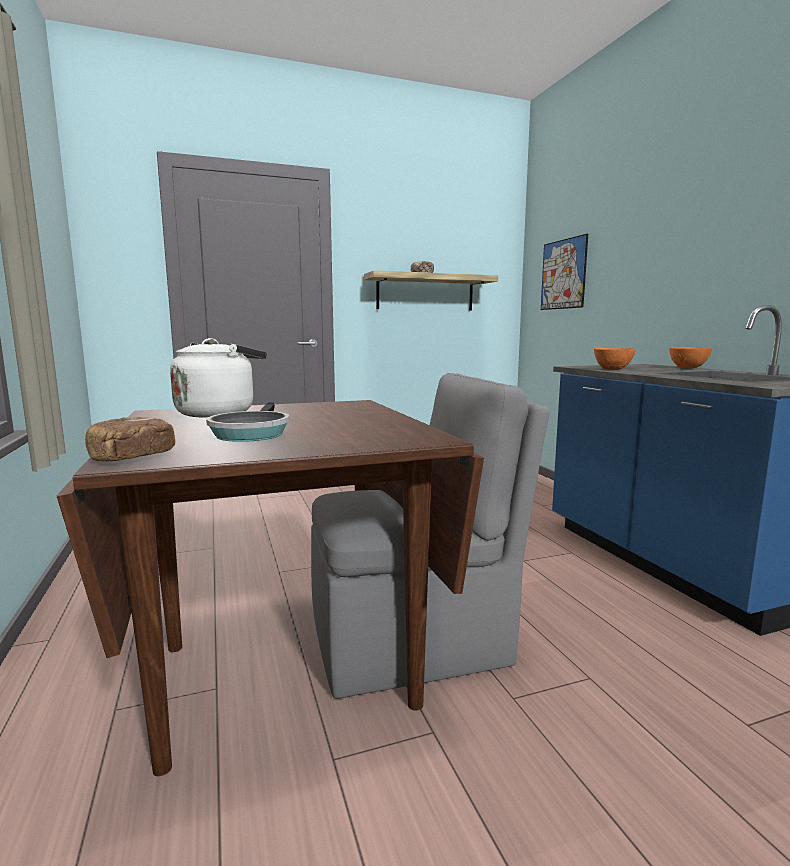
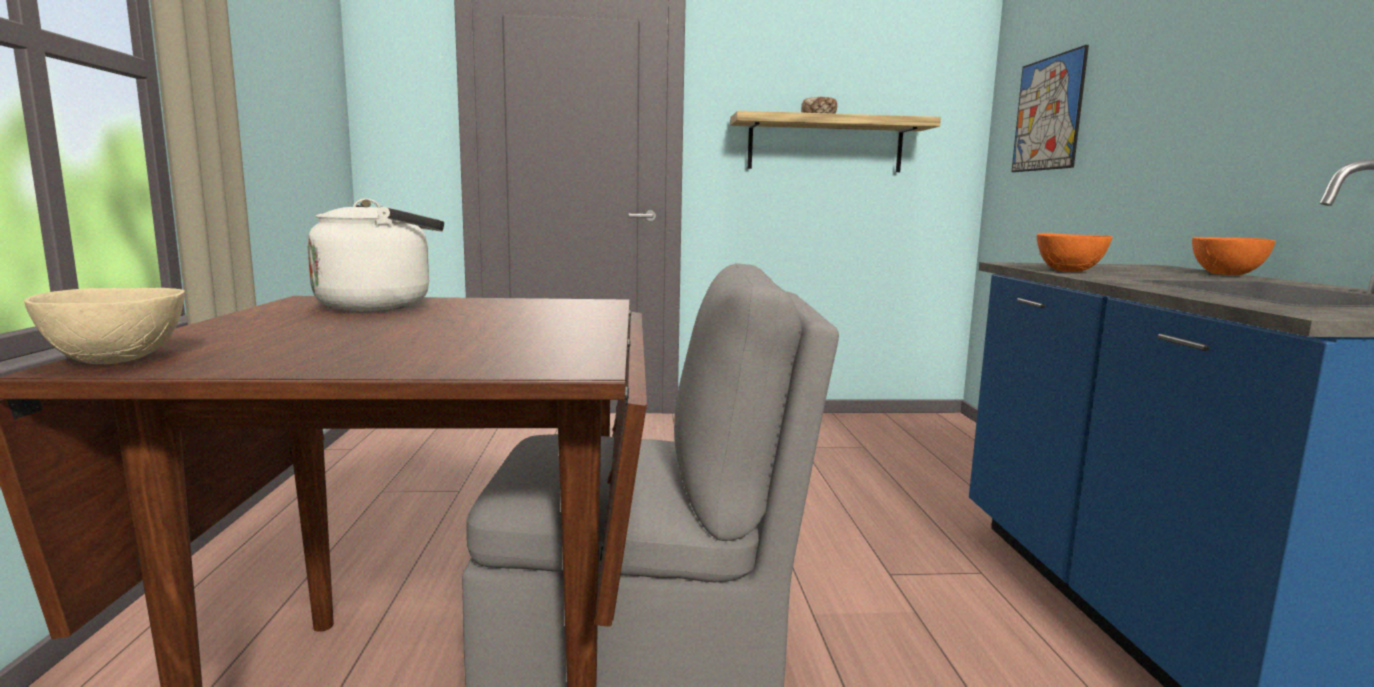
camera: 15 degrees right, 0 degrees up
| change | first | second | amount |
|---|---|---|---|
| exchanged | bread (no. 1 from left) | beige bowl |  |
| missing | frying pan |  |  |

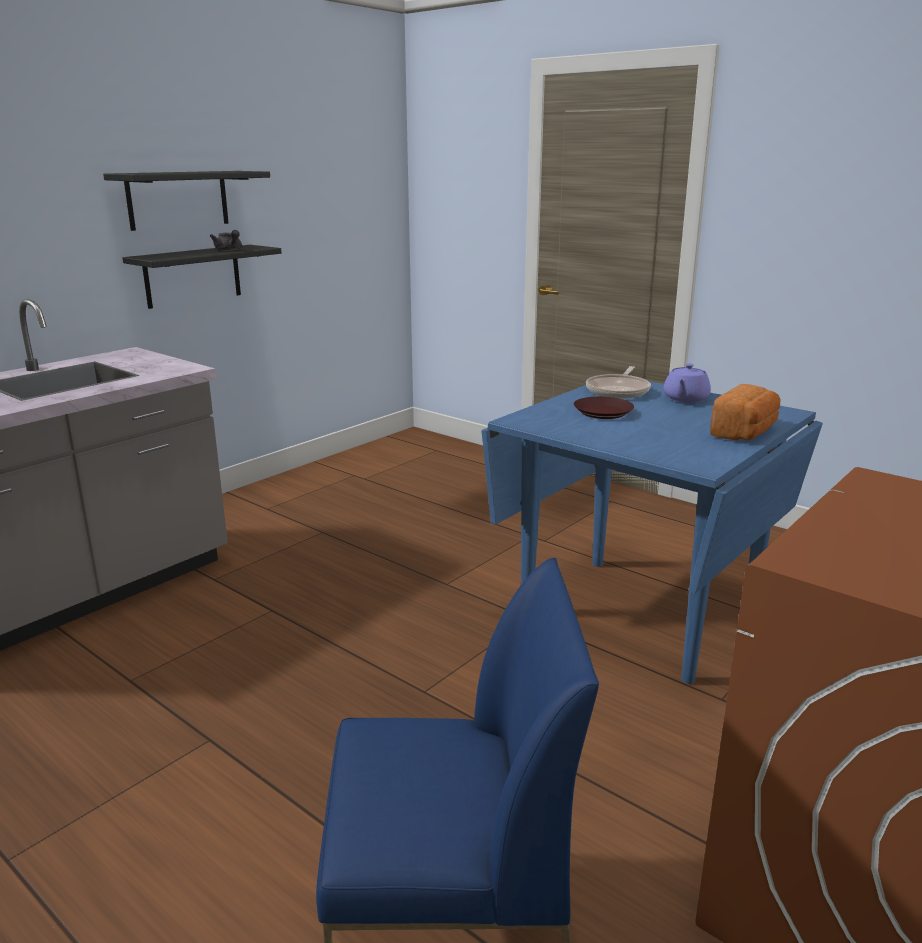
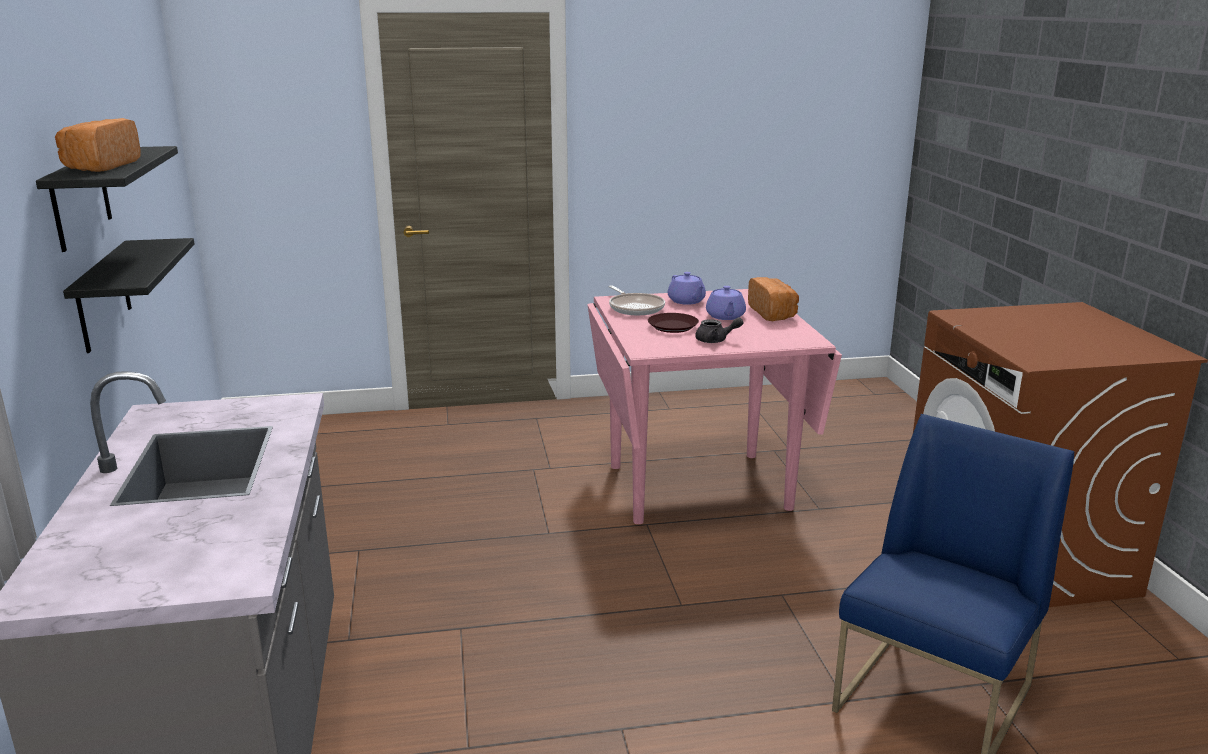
camera: 50 degrees left, 0 degrees up
| change | first | second | amount |
|---|---|---|---|
| appeared |  | bread (no. 1 from left) |  |
| colour | blue dining table | pink dining table |  |
| relocated | grey teapot |  |  |
| appeared |  | purple teapot (no. 2 from left) |  |

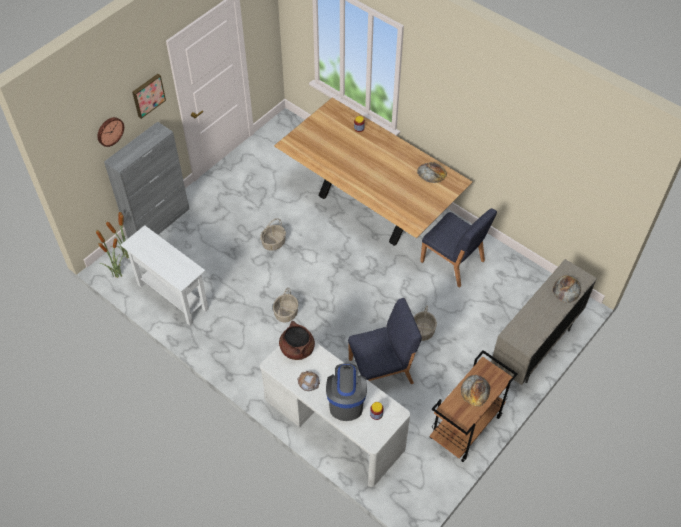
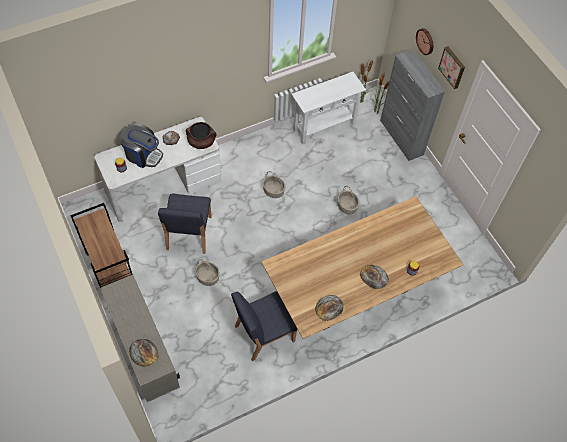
camera: 110 degrees right, 5 degrees up
| change | first | second | amount |
|---|---|---|---|
| relocated | bread (no. 3 from left in the first image) | bread (no. 4 from left) |  |

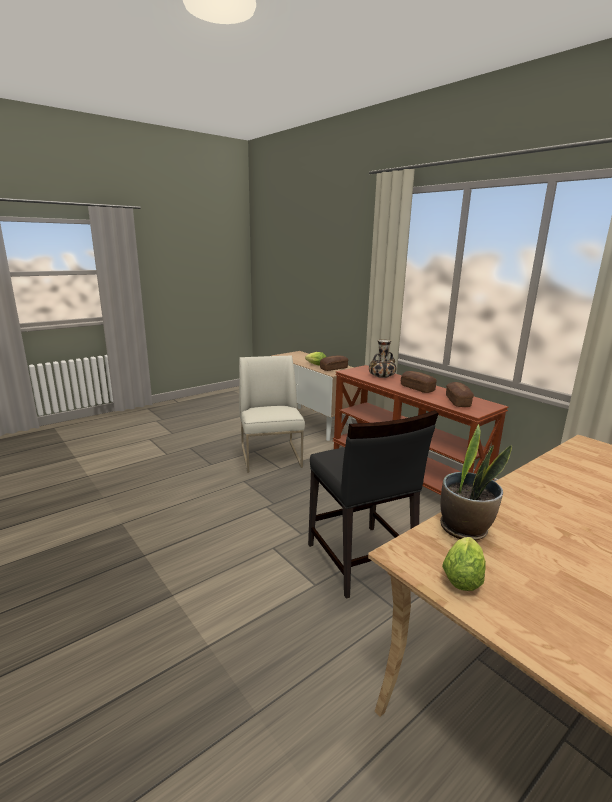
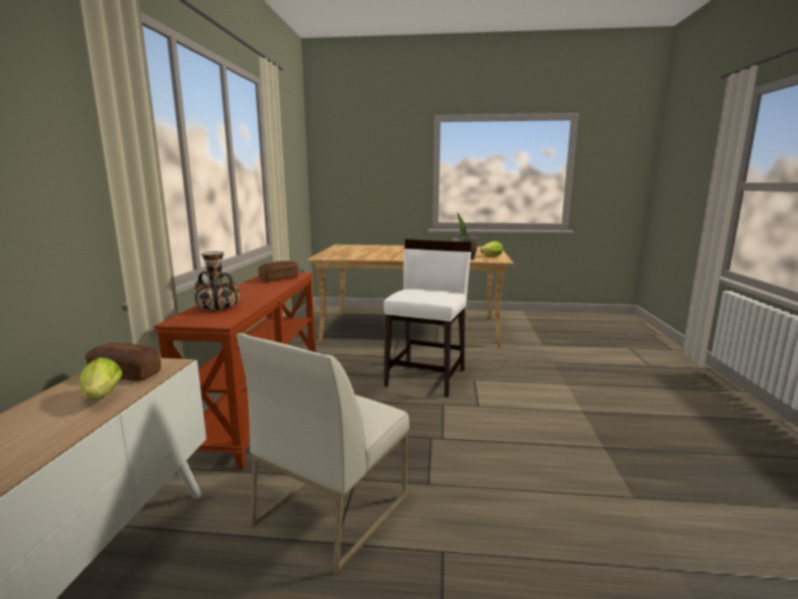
camera: 135 degrees left, 5 degrees down
| change | first | second | amount |
|---|---|---|---|
| colour | black chair | white chair (no. 2 from left) |  |
| missing | bread (no. 2 from left) |  |  |

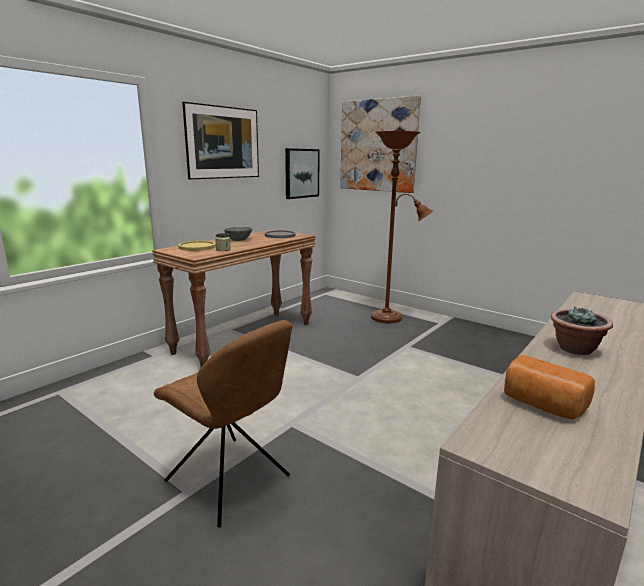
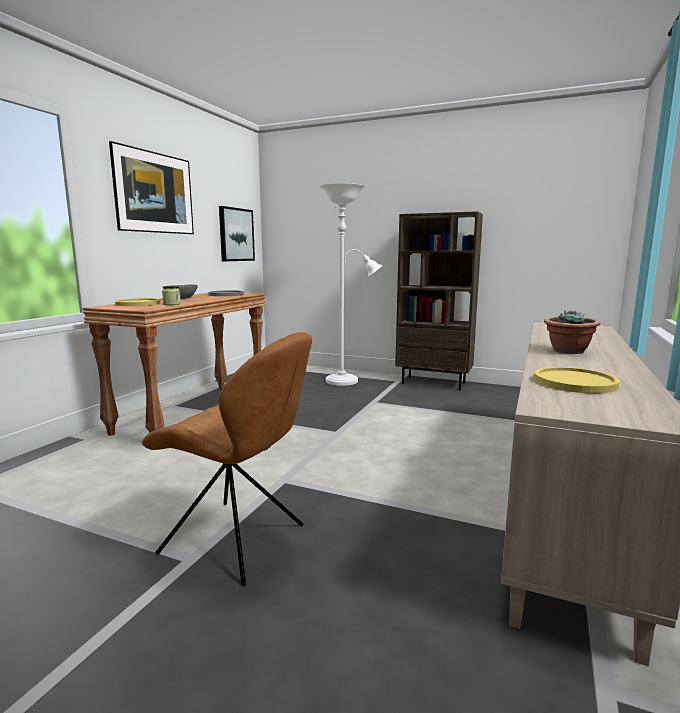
camera: 15 degrees left, 5 degrees down
| change | first | second | amount |
|---|---|---|---|
| colour | brown floor lamp | white floor lamp |  |
| appeared |  | brown bookcase |  |
| exchanged | bread | yellow plate (no. 2 from left) |  |
| missing | picture (no. 3 from left) |  |  |

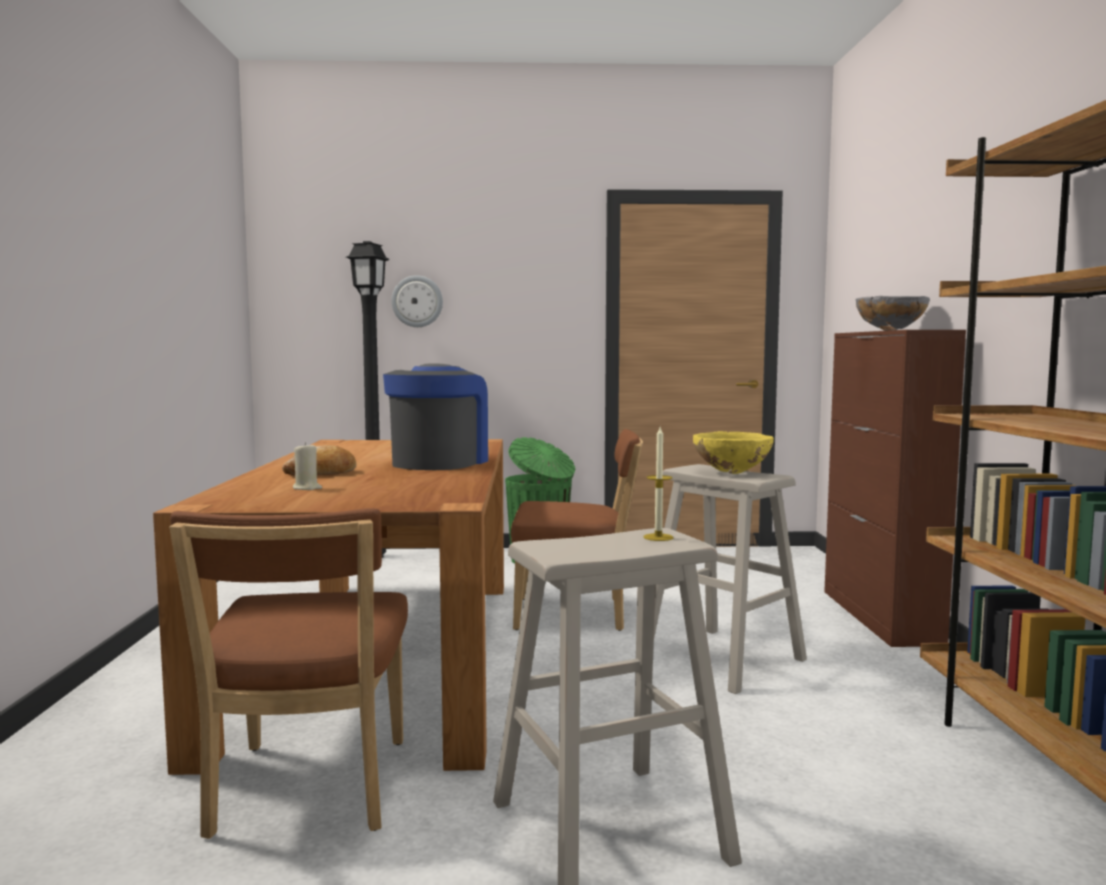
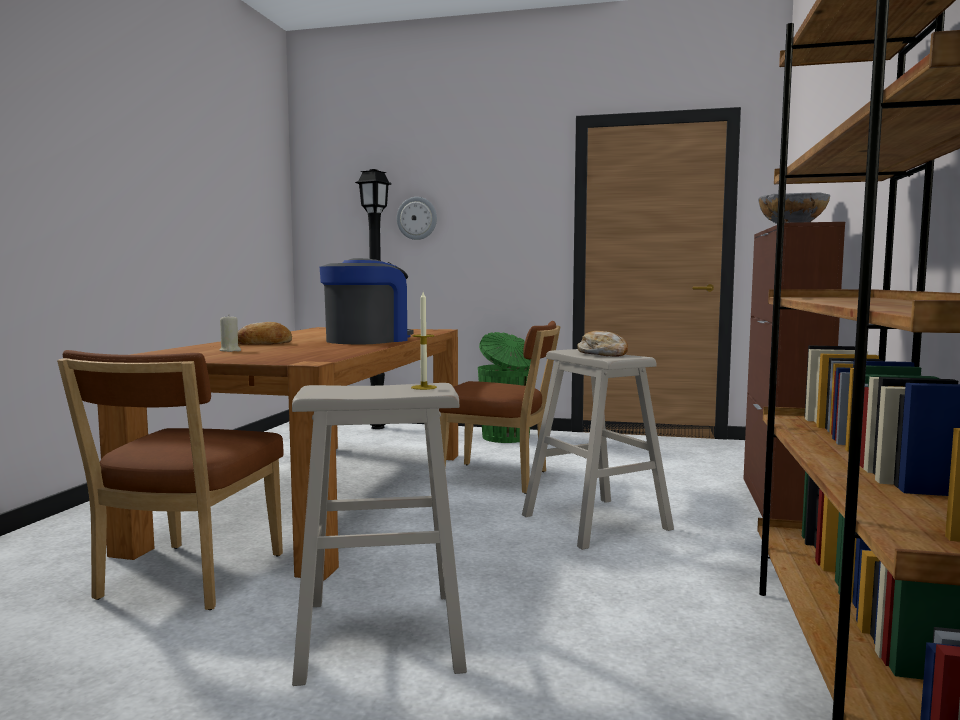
camera: 15 degrees right, 0 degrees up
| change | first | second | amount |
|---|---|---|---|
| exchanged | yellow bowl | bread (no. 2 from left) |  |

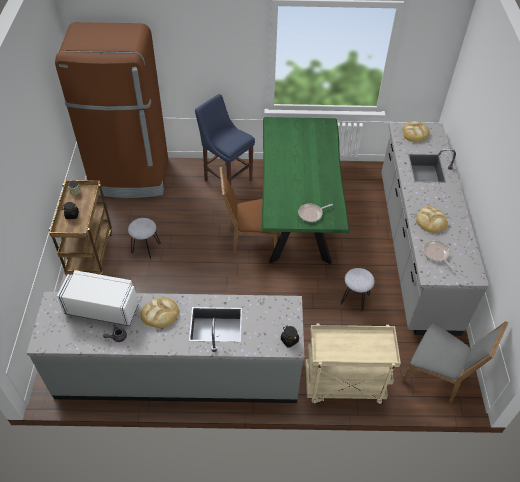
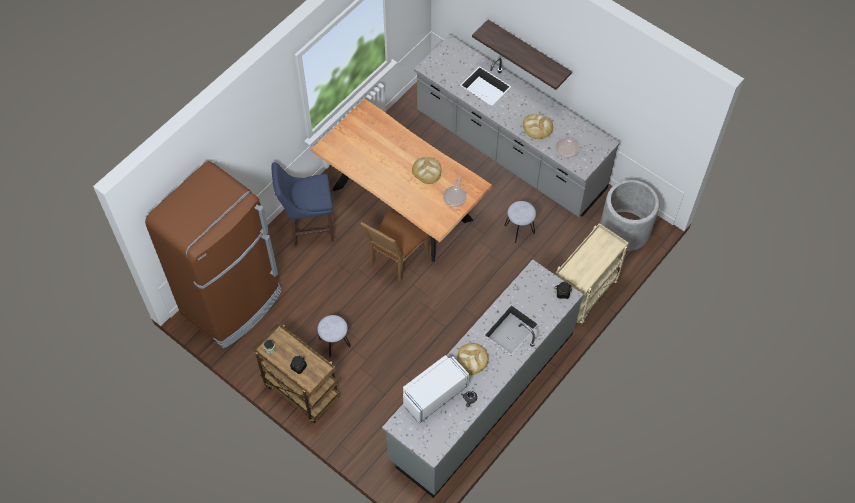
camera: 50 degrees left, 10 degrees up
| change | first | second | amount |
|---|---|---|---|
| colour | green dining table | brown dining table |  |
| relocated | bread (no. 2 from left in the first image) | bread (no. 1 from left) |  |
| appeared |  | shelf |  |
| exchanged | grey chair | grey planter |  |

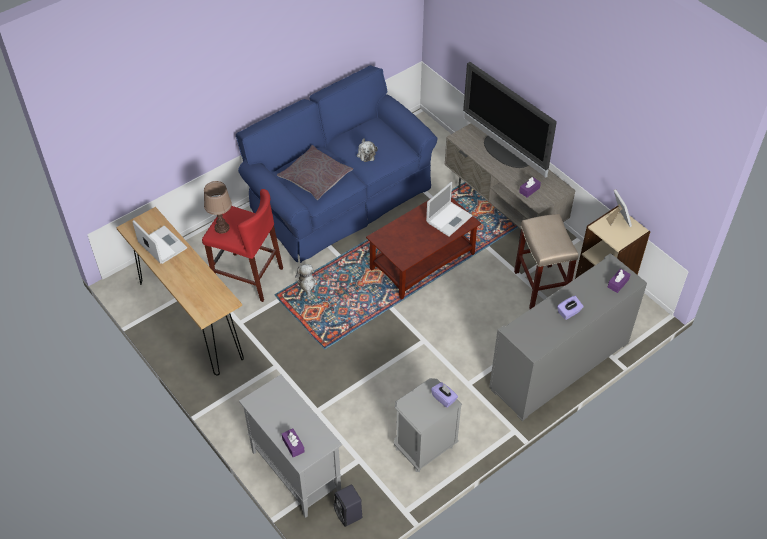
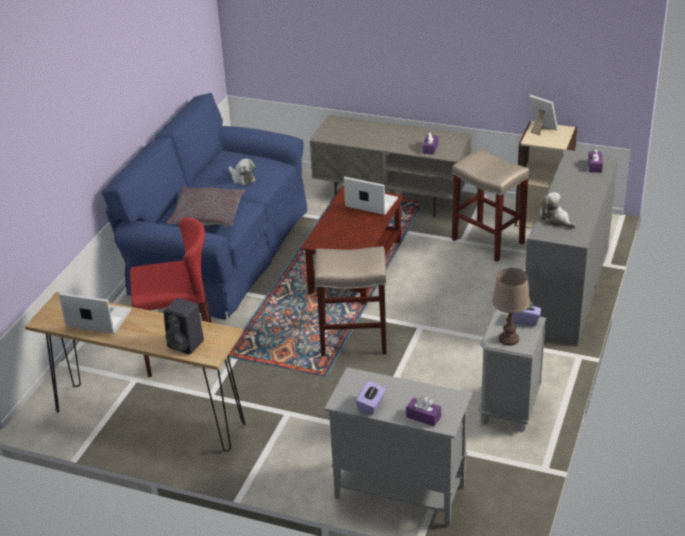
camera: 30 degrees left, 15 degrees down
| change | first | second | amount |
|---|---|---|---|
| relocated | black speaker |  |  |
| appeared |  | beige stool (no. 1 from left) |  |
| spun | laptop (no. 2 from left) |  | 75 degrees counterclockwise |
| relocated | purple tissue box (no. 4 from left in the first image) | purple tissue box (no. 1 from left) |  |
| relocated | brown table lamp |  |  |
| relocated | plush toy (no. 1 from left in the first image) | plush toy (no. 2 from left) |  |
| missing | television |  |  |

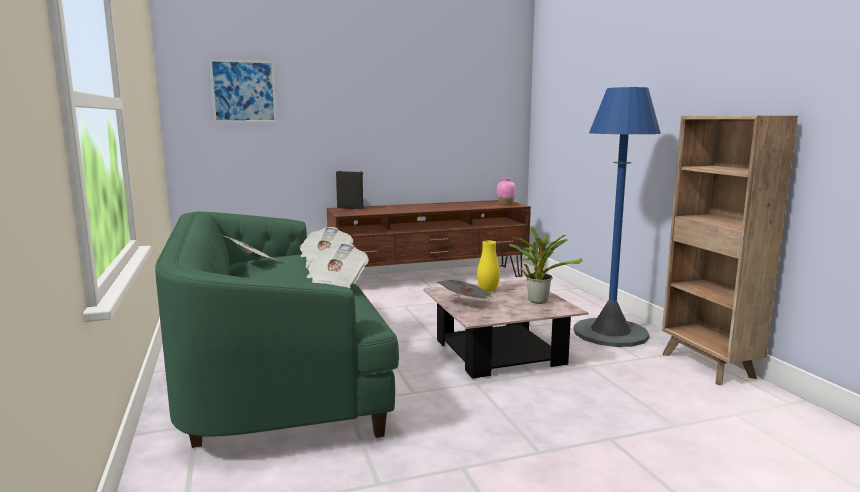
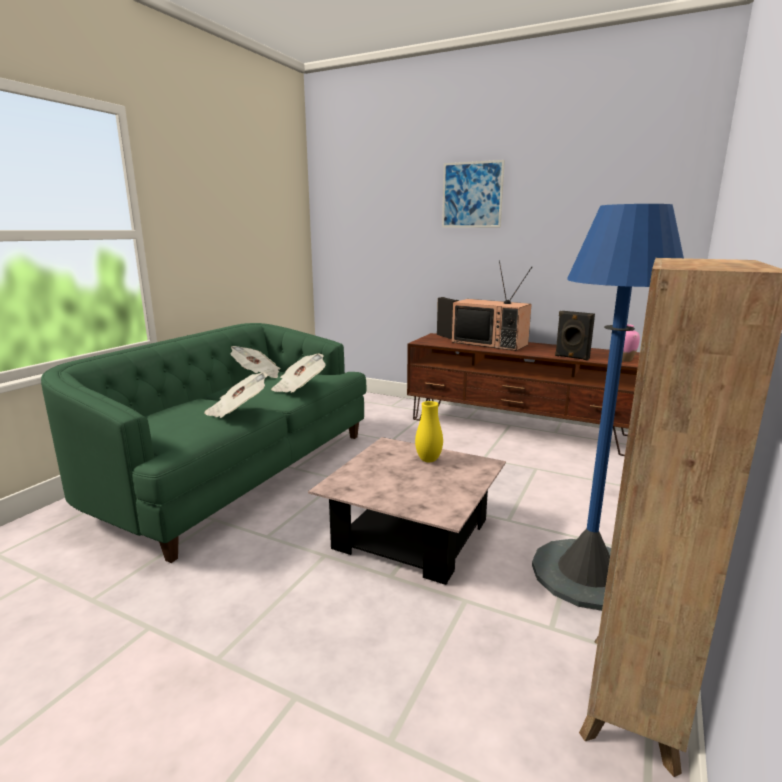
camera: 45 degrees right, 5 degrees up
| change | first | second | amount |
|---|---|---|---|
| relocated | picture |  |  |
| appeared |  | television |  |
| appeared |  | black speaker (no. 2 from left) |  |
| missing | newspaper (no. 4 from left) |  |  |
| missing | potted plant |  |  |

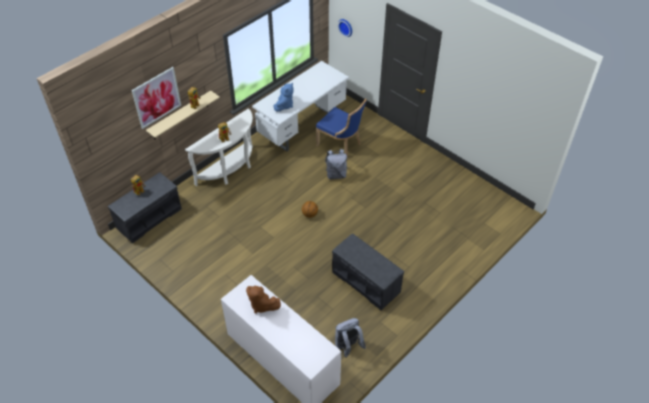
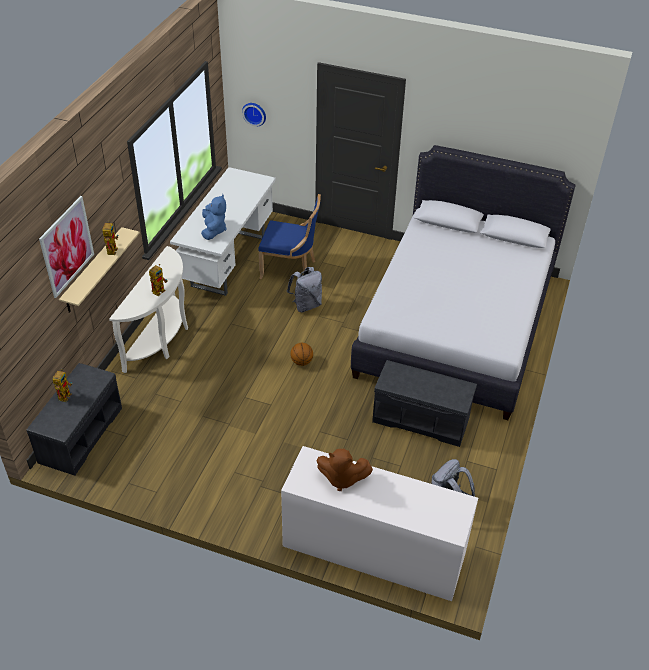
camera: 25 degrees left, 5 degrees down
| change | first | second | amount |
|---|---|---|---|
| appeared |  | white bed |  |

